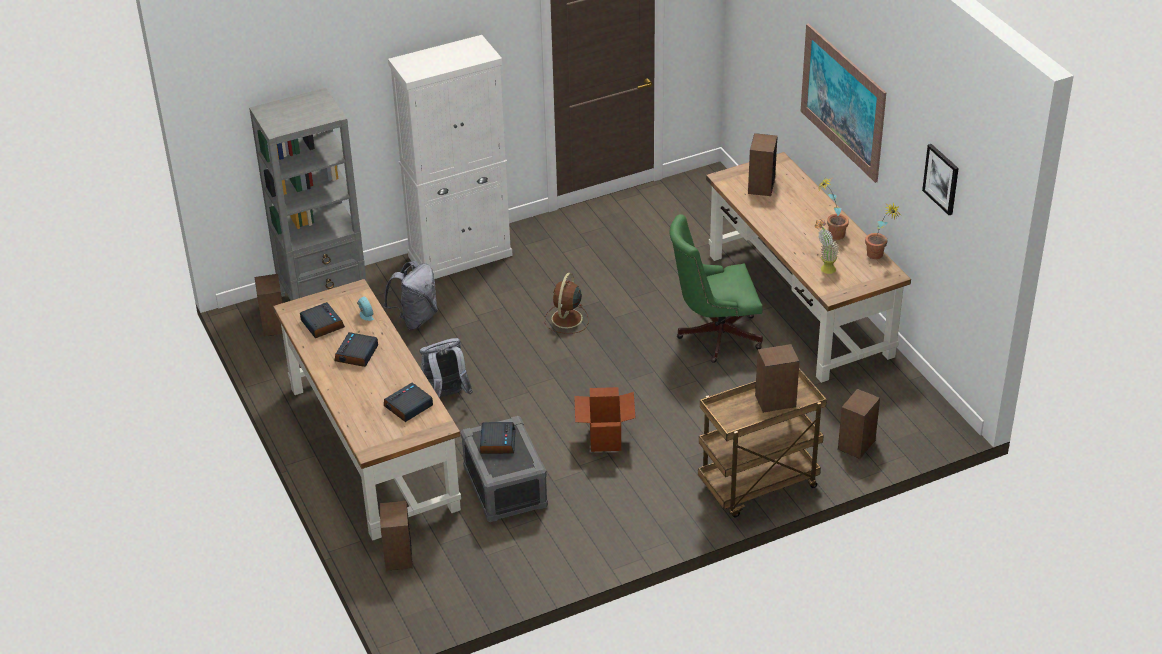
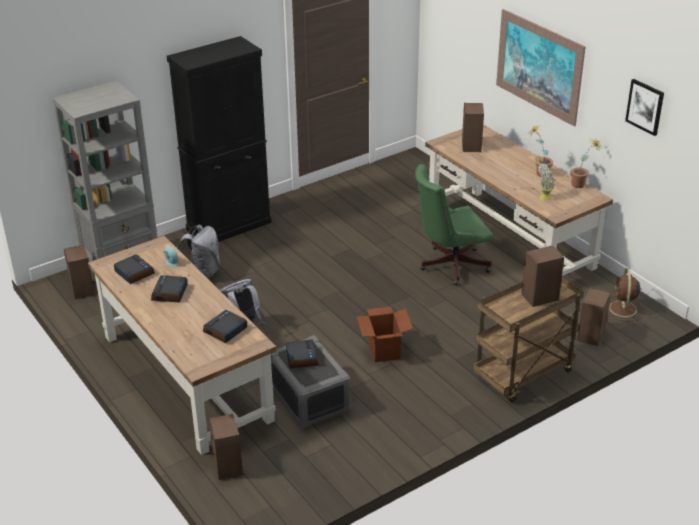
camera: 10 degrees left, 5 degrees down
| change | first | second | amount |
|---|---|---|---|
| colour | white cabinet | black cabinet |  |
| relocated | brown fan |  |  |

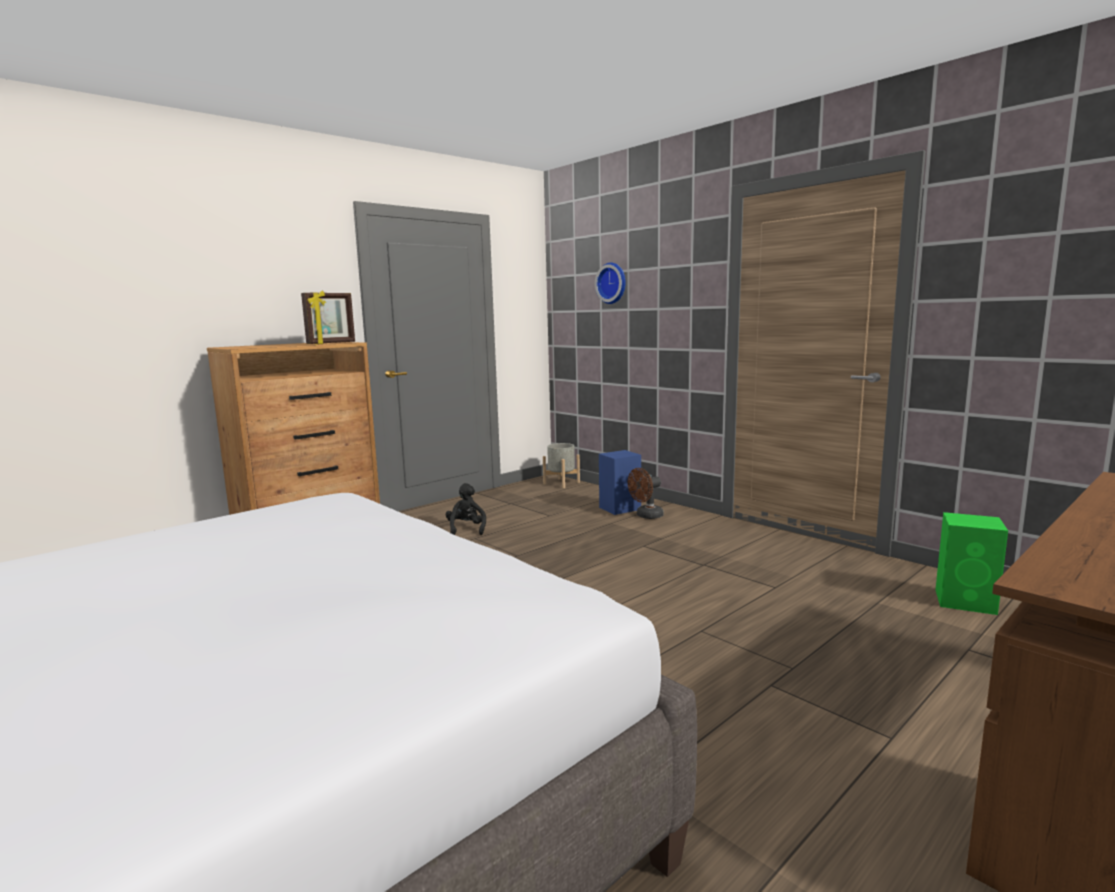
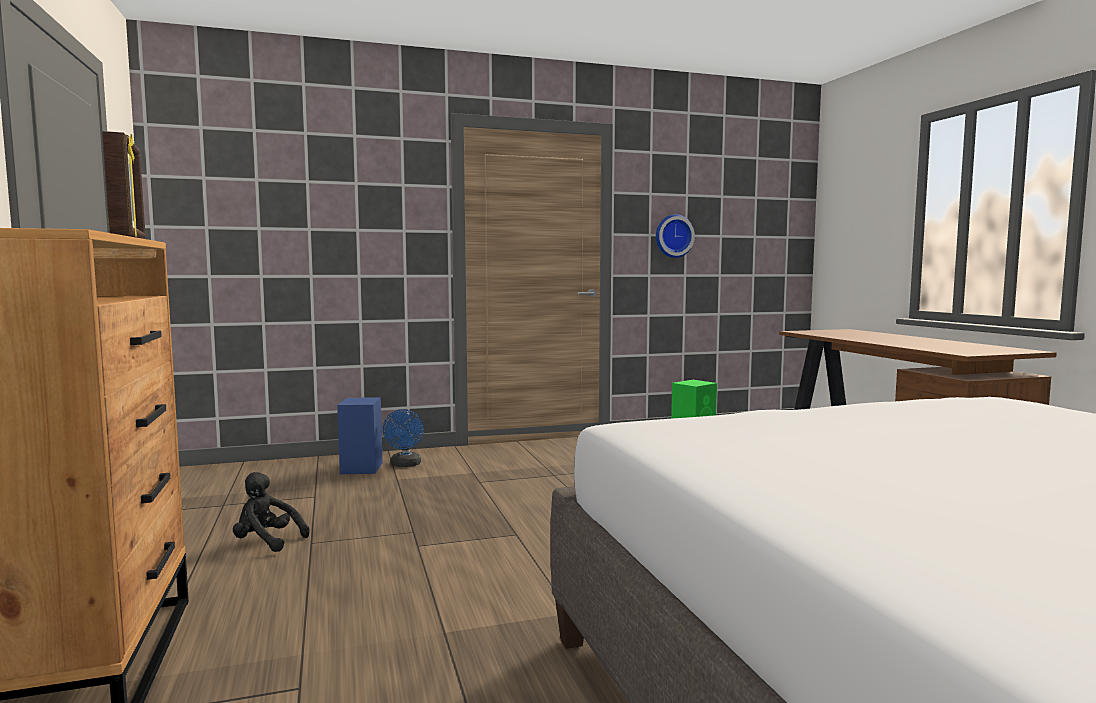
camera: 65 degrees left, 5 degrees down
| change | first | second | amount |
|---|---|---|---|
| colour | brown fan | blue fan |  |
| relocated | wall clock |  |  |
| missing | grey planter |  |  |

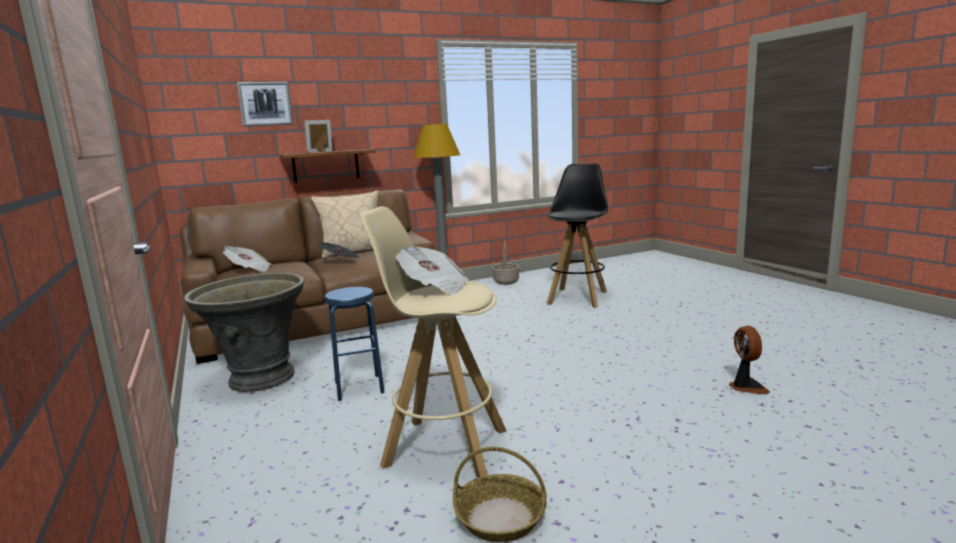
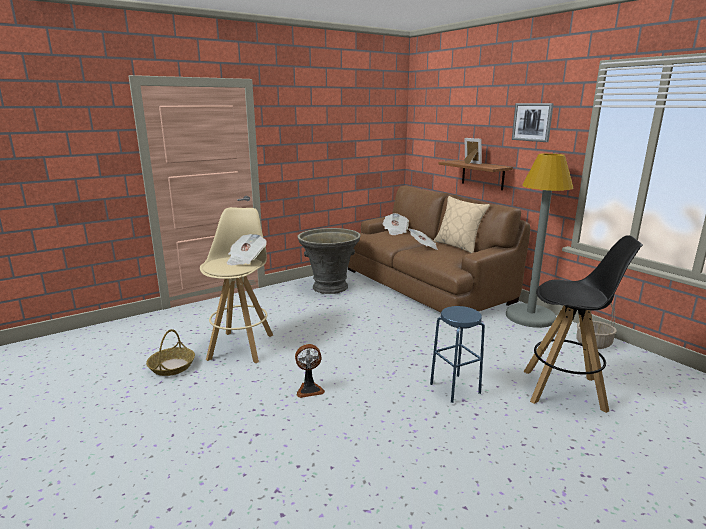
camera: 80 degrees right, 5 degrees up
| change | first | second | amount |
|---|---|---|---|
| relocated | fan |  |  |
| relocated | blue stool |  |  |
| relocated | picture |  |  |

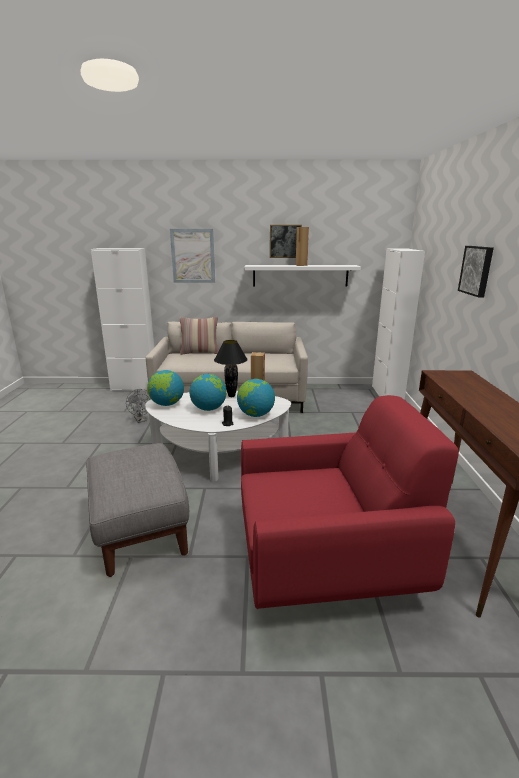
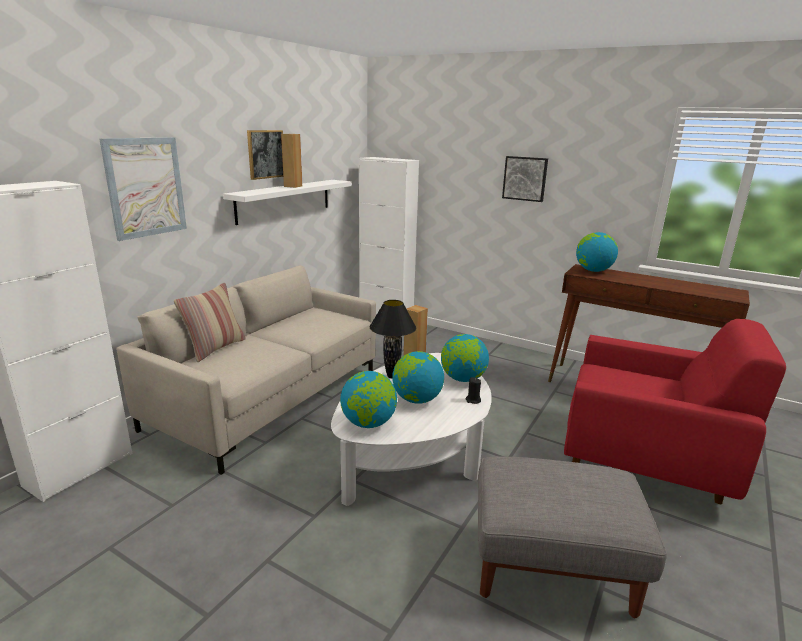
camera: 60 degrees left, 0 degrees up
| change | first | second | amount |
|---|---|---|---|
| spun | red armchair |  | 90 degrees clockwise |
| appeared |  | globe (no. 4 from left) |  |
| missing | grey fan |  |  |

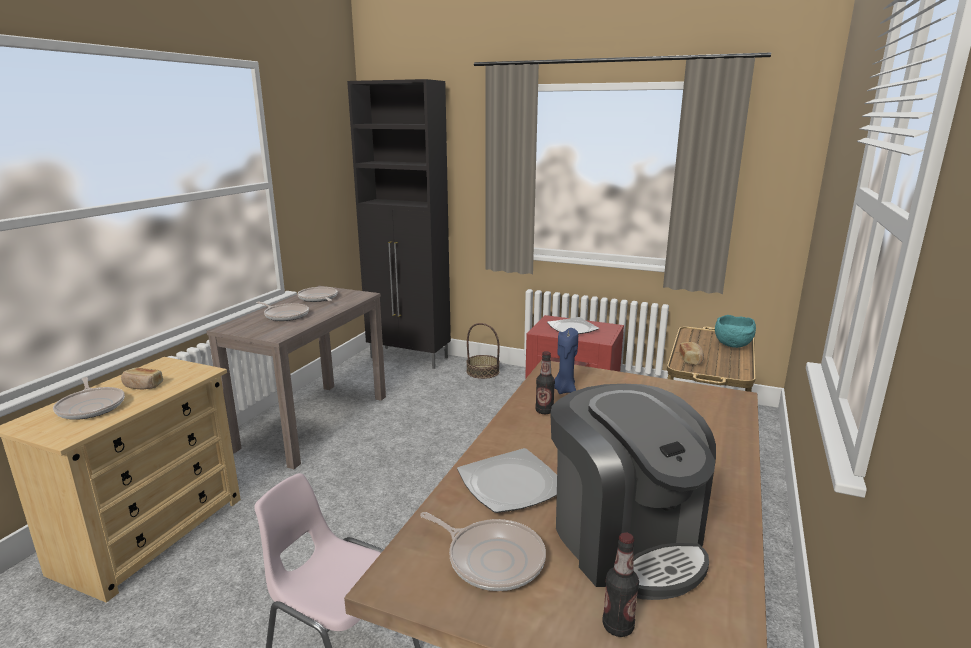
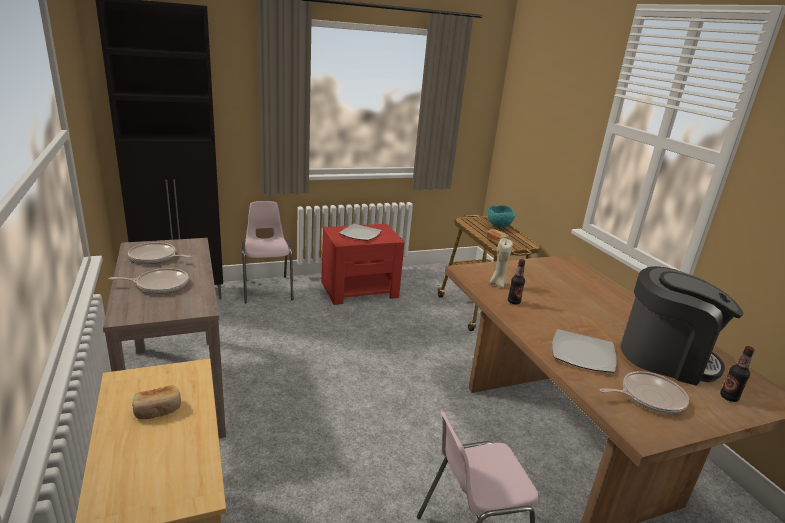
camera: 45 degrees left, 5 degrees up
| change | first | second | amount |
|---|---|---|---|
| exchanged | basket | pink chair (no. 1 from left) |  |
| colour | blue candle | beige candle |  |
| missing | frying pan (no. 1 from left) |  |  |

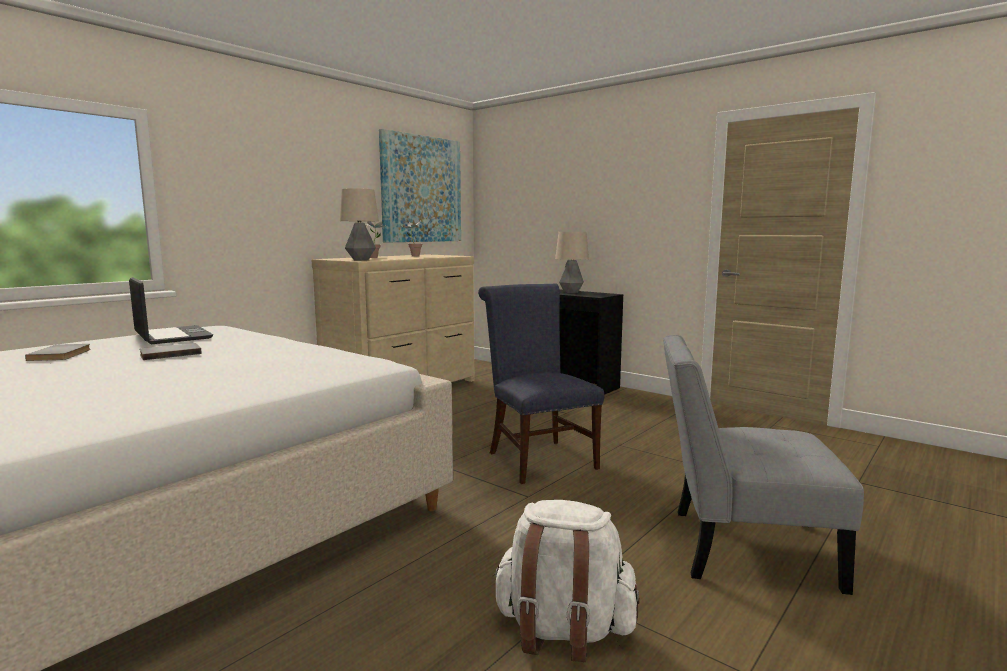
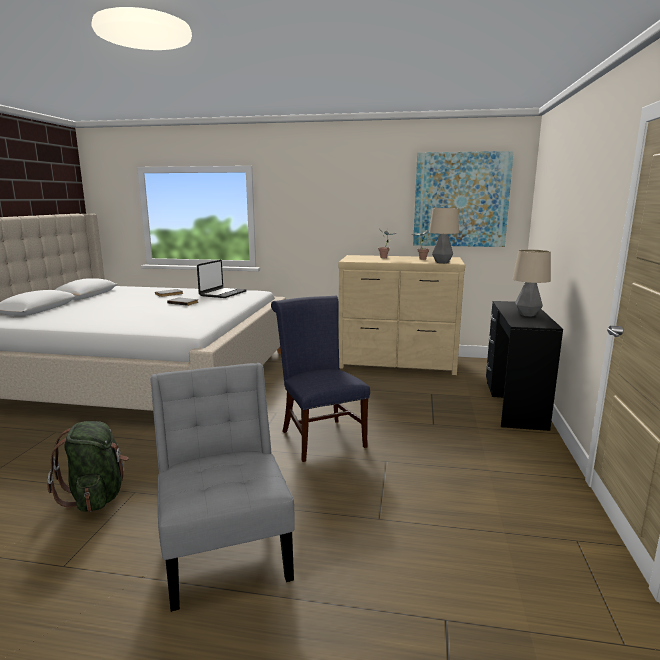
camera: 60 degrees right, 5 degrees up
| change | first | second | amount |
|---|---|---|---|
| colour | white backpack | green backpack |  |
| spun | blue chair |  | 60 degrees counterclockwise |
| relocated | table lamp (no. 1 from left) |  |  |

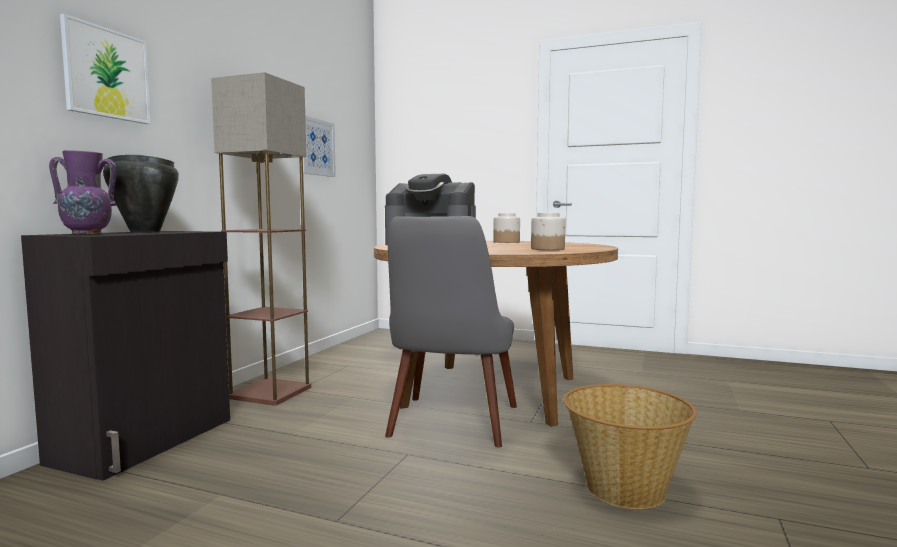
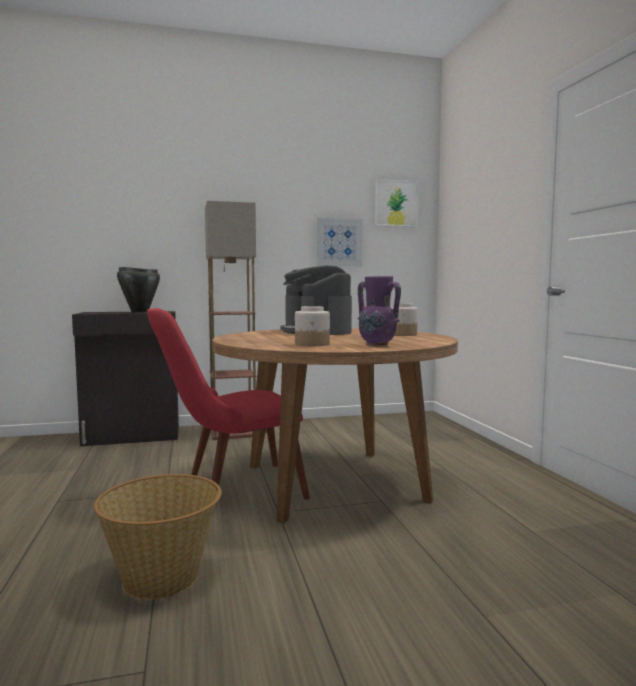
camera: 55 degrees right, 0 degrees up
| change | first | second | amount |
|---|---|---|---|
| colour | grey chair | red chair |  |
| relocated | purple vase |  |  |
| relocated | picture (no. 1 from left in the first image) | picture (no. 2 from left) |  |

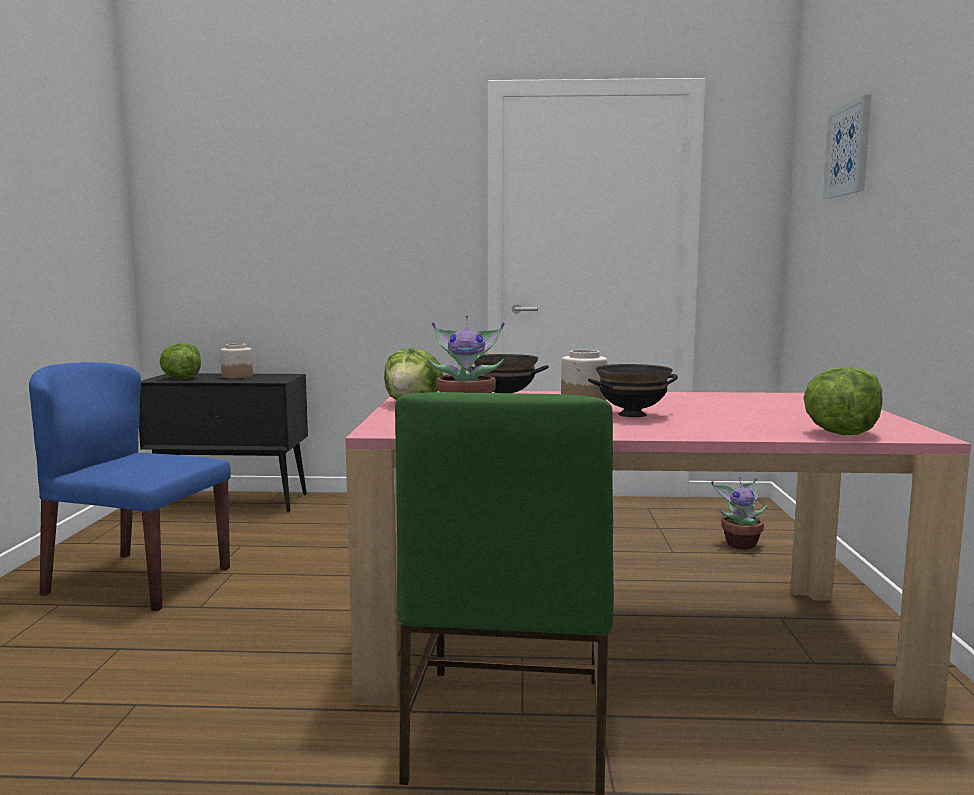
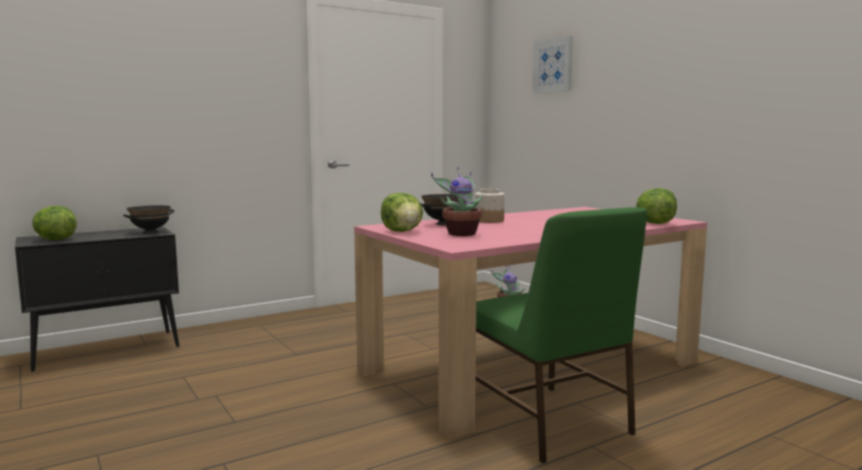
camera: 35 degrees left, 0 degrees up
| change | first | second | amount |
|---|---|---|---|
| relocated | black bowl (no. 2 from left in the first image) | black bowl (no. 1 from left) |  |
| missing | blue chair |  |  |
| missing | jar (no. 1 from left) |  |  |

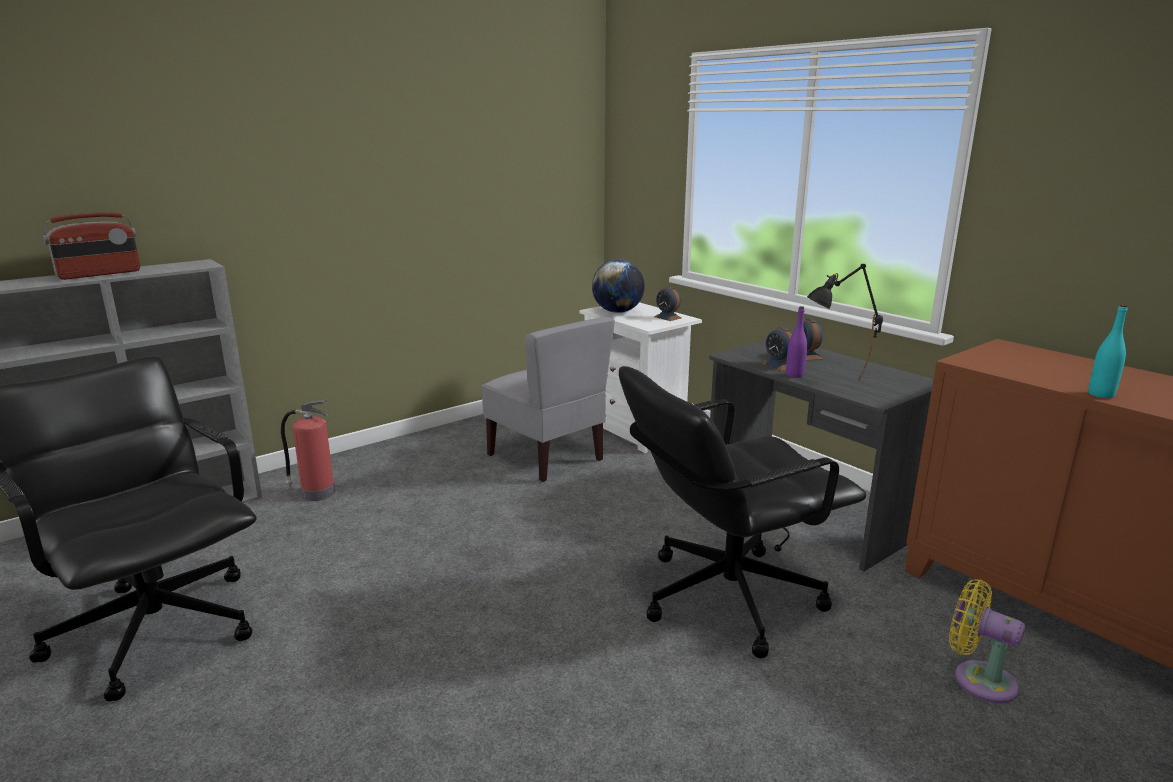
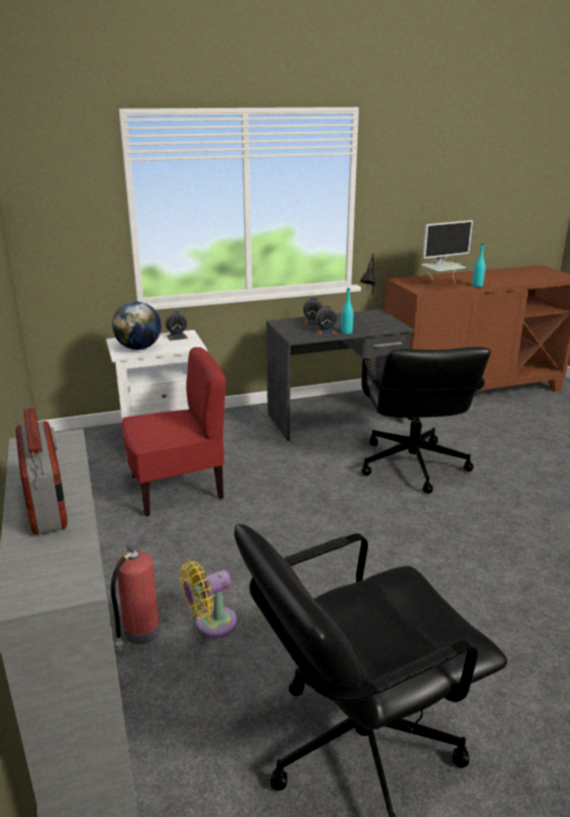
camera: 70 degrees left, 5 degrees up
| change | first | second | amount |
|---|---|---|---|
| colour | grey chair | red chair |  |
| relocated | yellow fan |  |  |
| colour | purple bottle | turquoise bottle (no. 1 from left) |  |
| appeared |  | monitor |  |

